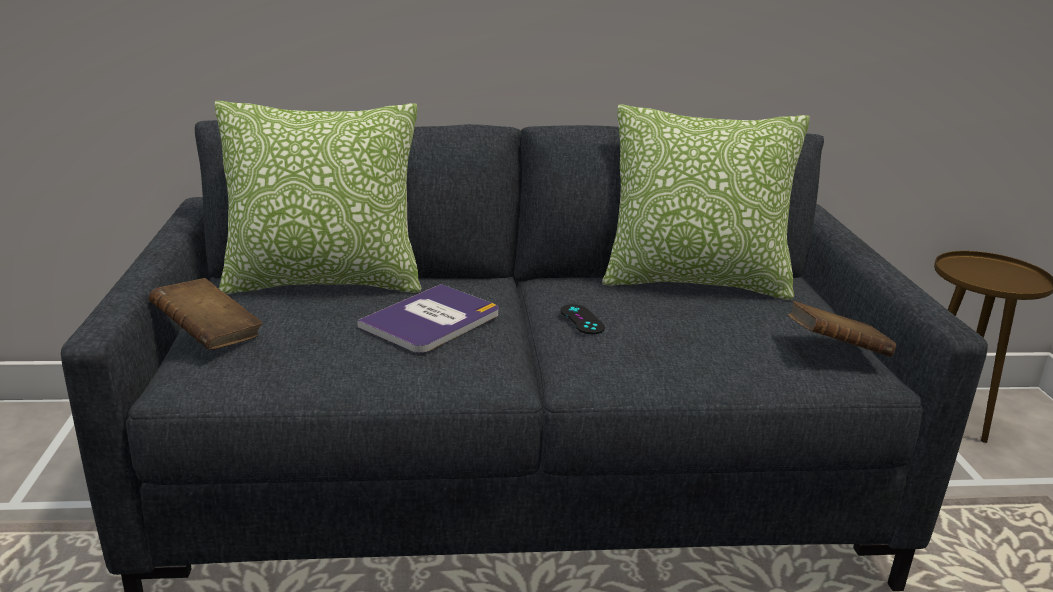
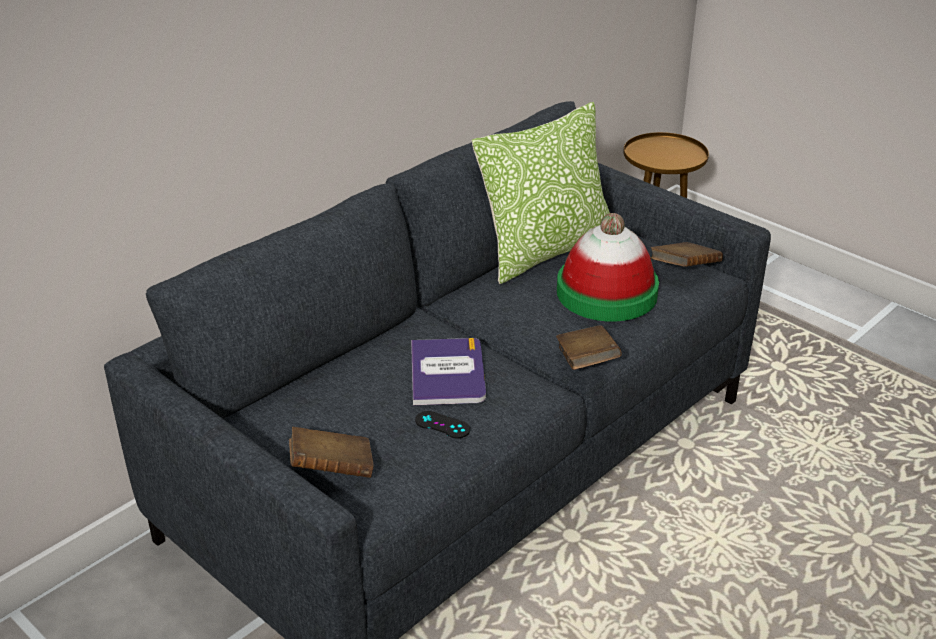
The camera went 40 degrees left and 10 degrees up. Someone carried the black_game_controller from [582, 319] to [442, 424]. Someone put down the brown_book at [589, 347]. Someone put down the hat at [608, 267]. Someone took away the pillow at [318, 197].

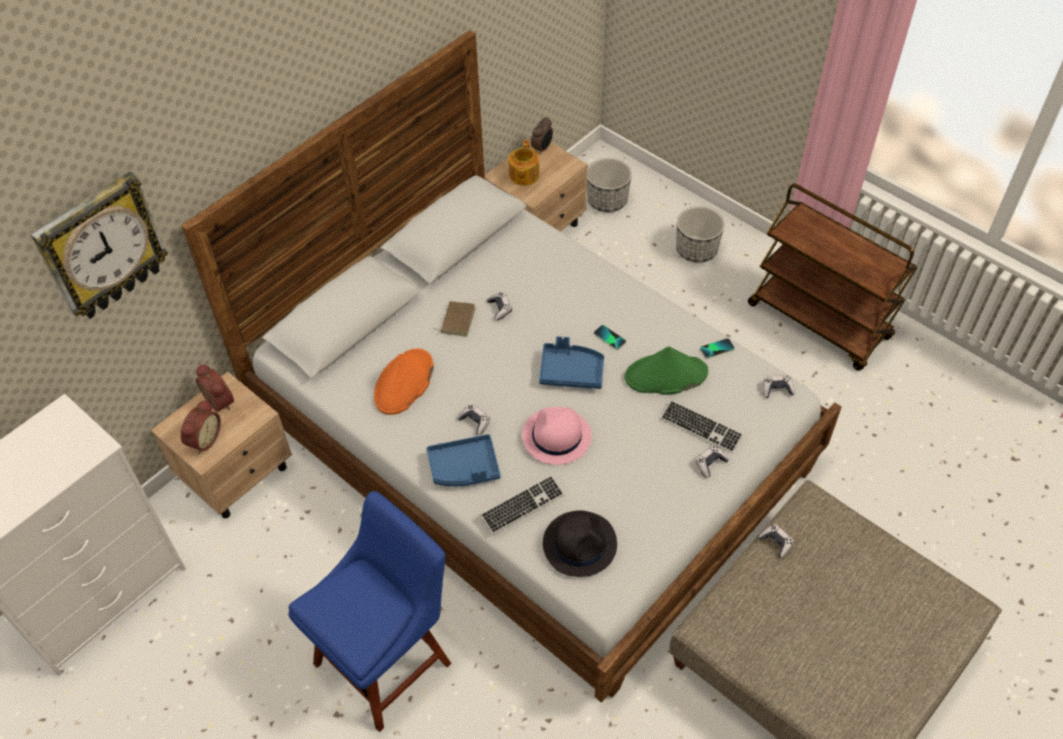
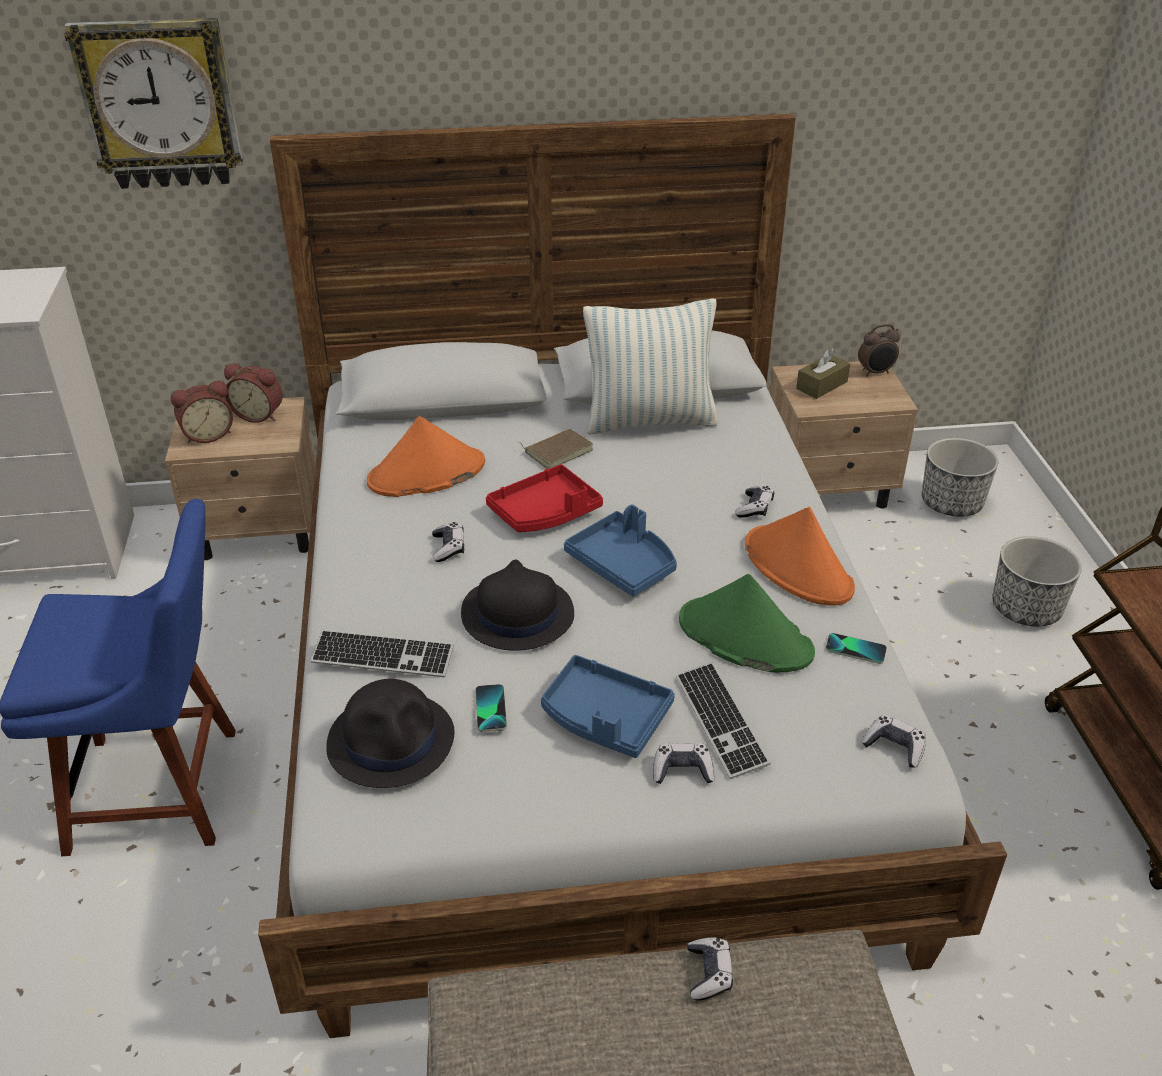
The camera went 40 degrees right and 15 degrees down. Someone rotated the alarm_clock at [215, 388] by 105 degrees clockwise. Someone repainted the pink_hat at [557, 436], which became the black_hat at [517, 605]. Someone carried the phone from [610, 337] to [491, 708]. Someone put down the red_tray at [544, 498]. Someone carried the blue_tray from [463, 460] to [608, 706]. Someone put down the pillow at [651, 366]. Someone carried the game_controller from [499, 306] to [754, 502]. Someone put down the orange_hat at [800, 556]. Someone swapped the teapot at [524, 163] for the brown_tissue_box at [823, 373].

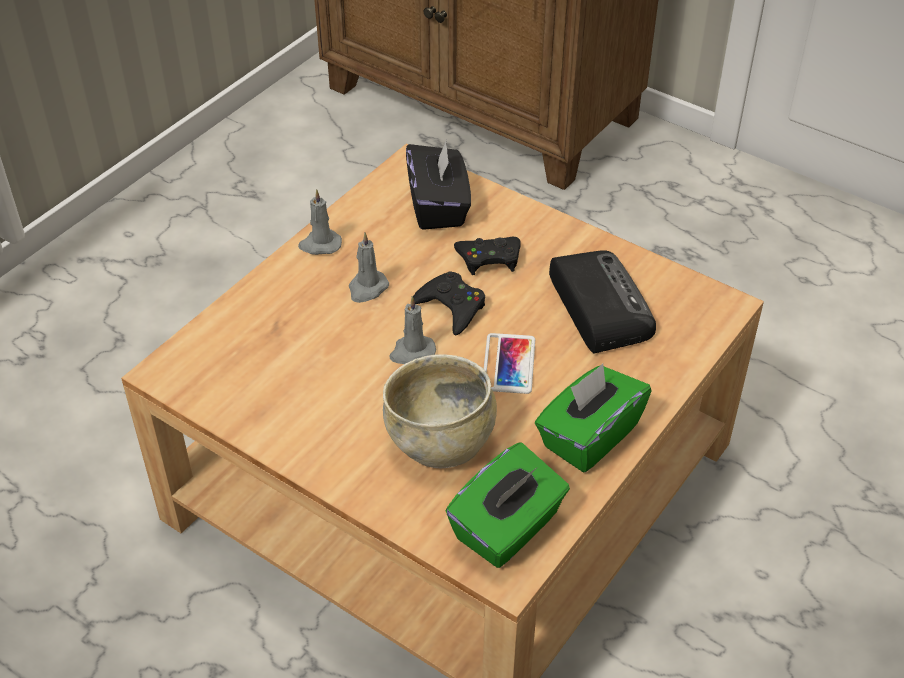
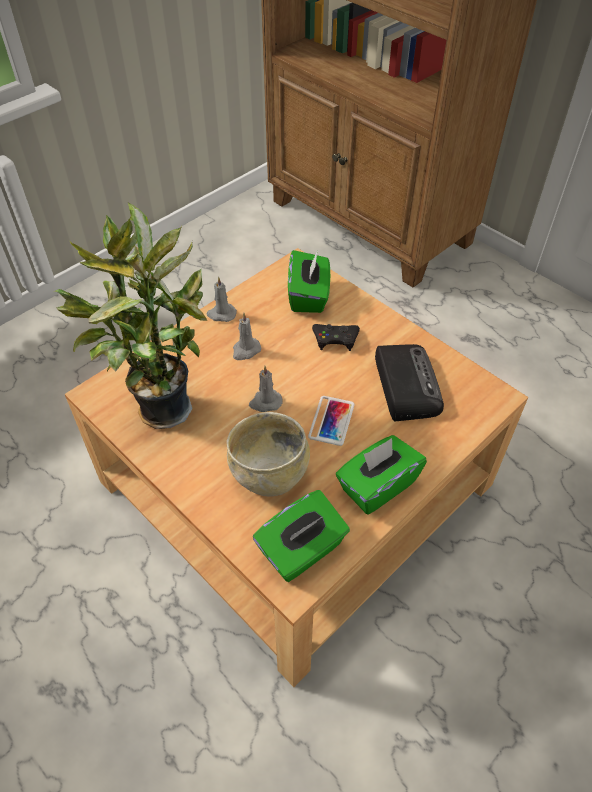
The camera went 10 degrees right and 5 degrees up. Someone put down the potted_plant at [130, 315]. Someone repainted the black_tissue_box at [438, 184], which became the green_tissue_box at [309, 281]. Someone took away the black_game_controller at [449, 303].

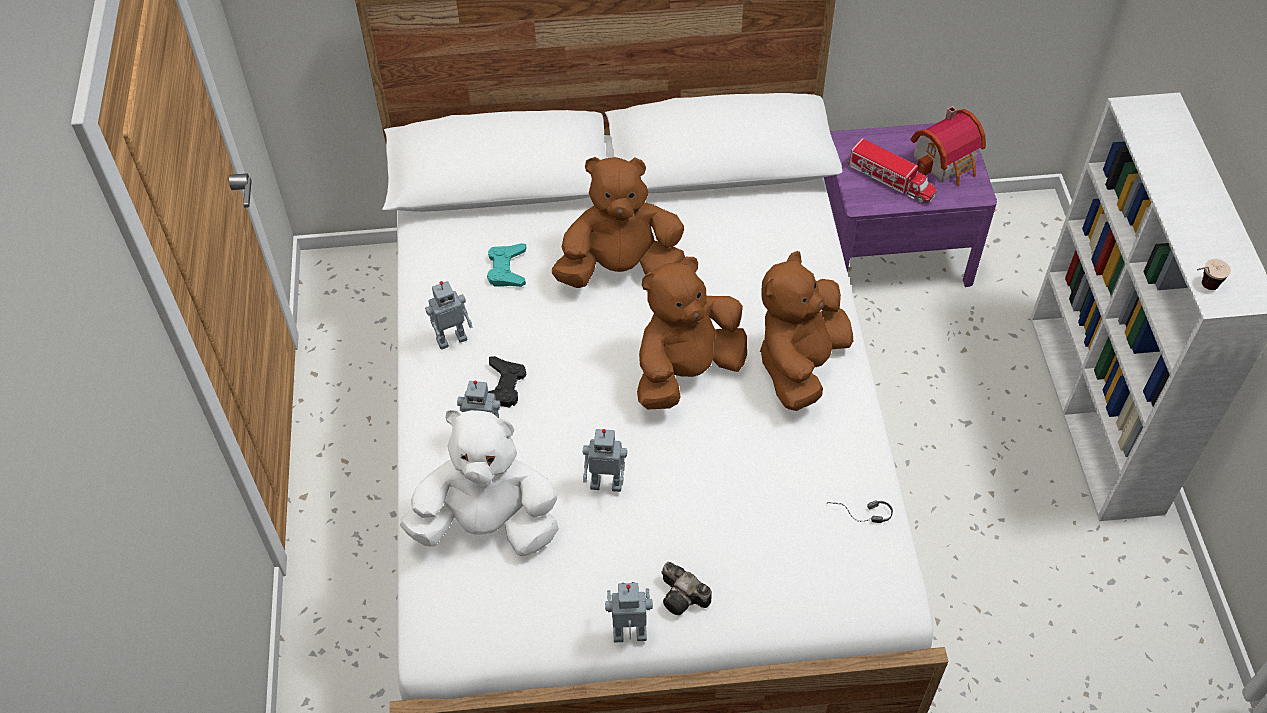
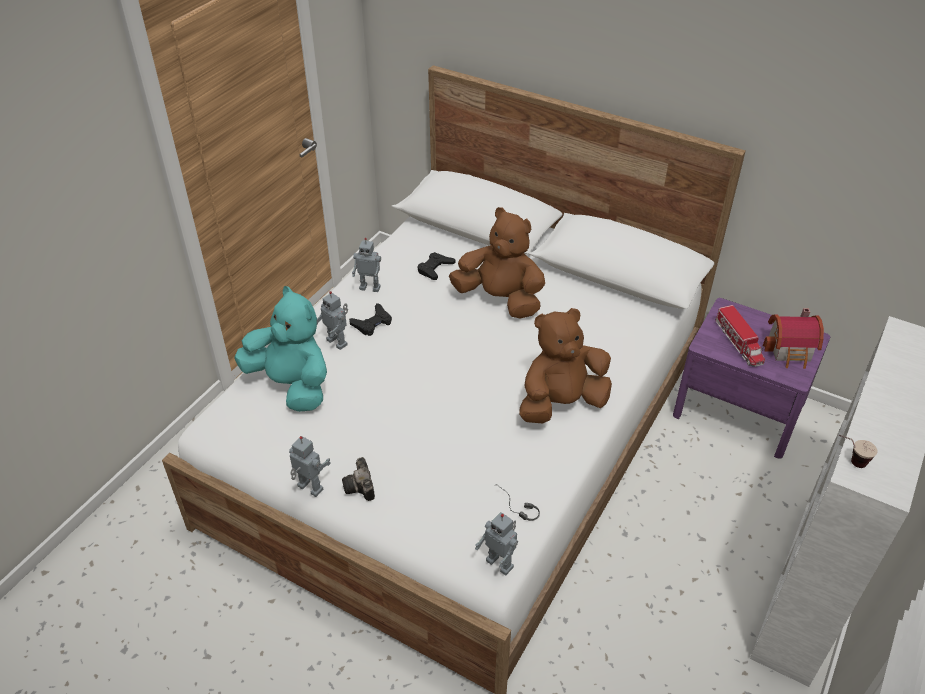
The camera went 35 degrees right and 10 degrees down. Someone repainted the white_plush_toy at [479, 482], which became the turquoise_plush_toy at [280, 349]. Someone repainted the turquoise_game_controller at [506, 265], which became the black_game_controller at [436, 266]. Someone carried the toy_robot from [605, 460] to [496, 543]. Someone took away the brown_plush_toy at [692, 333].

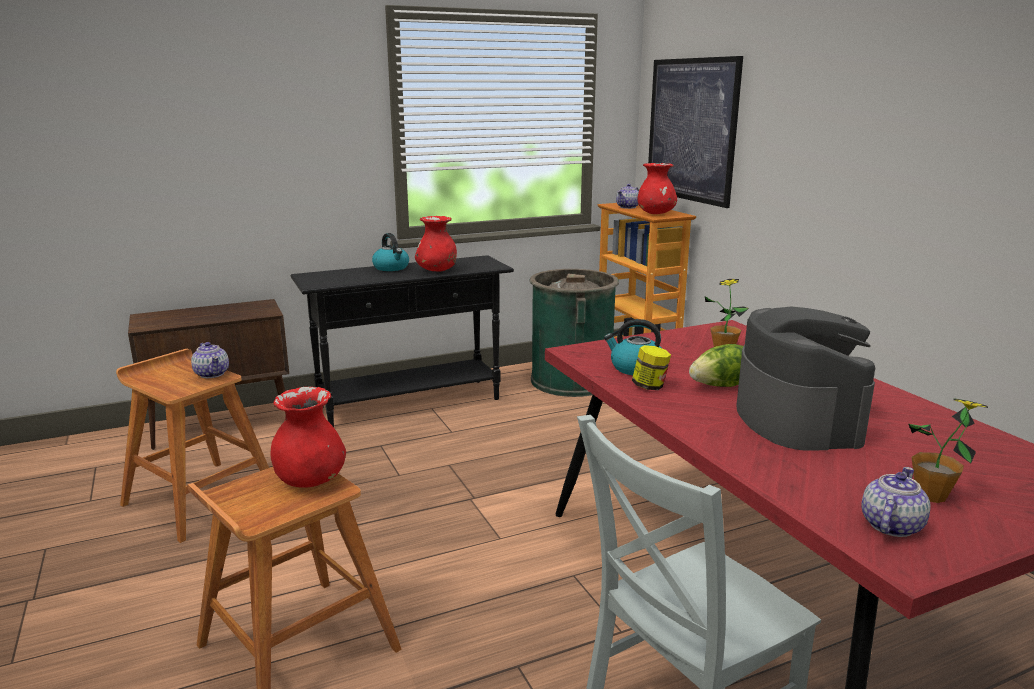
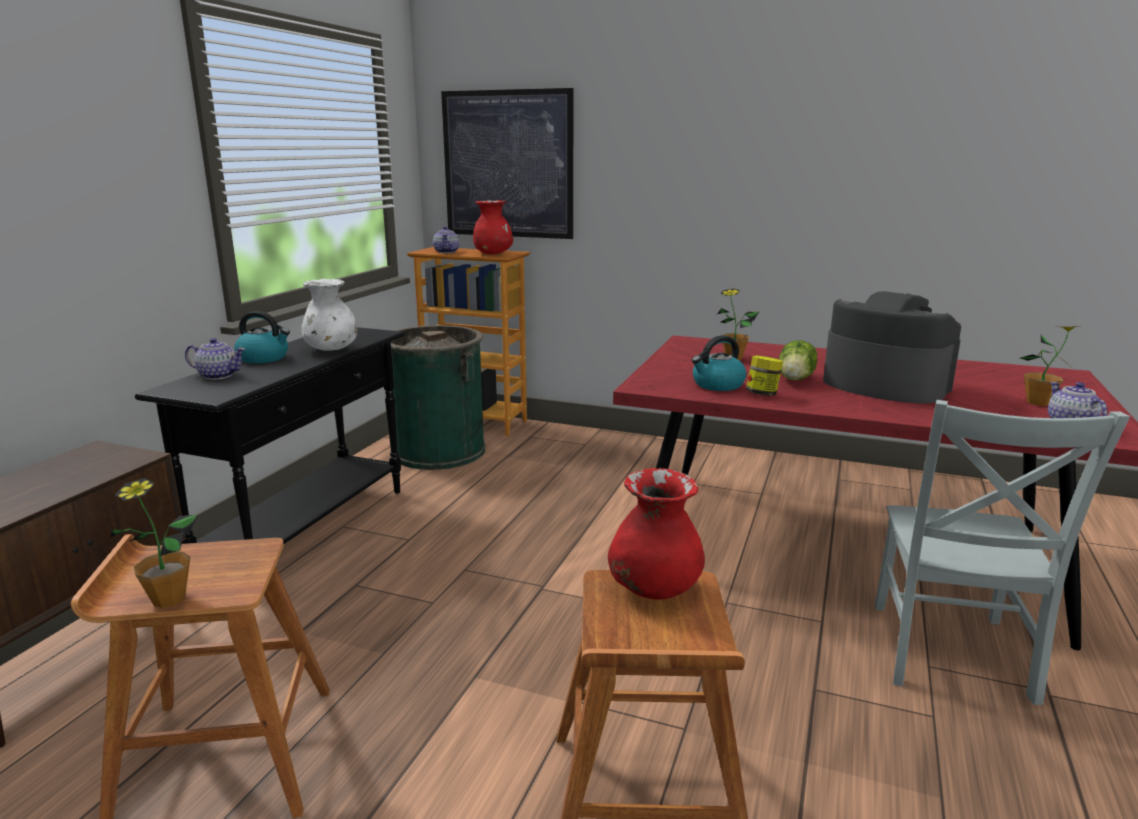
The camera went 45 degrees left and 0 degrees up. Someone put down the potted_plant at [154, 543]. Someone carried the teapot from [210, 360] to [215, 359]. Someone repainted the red_vase at [436, 244], which became the white_vase at [329, 315].

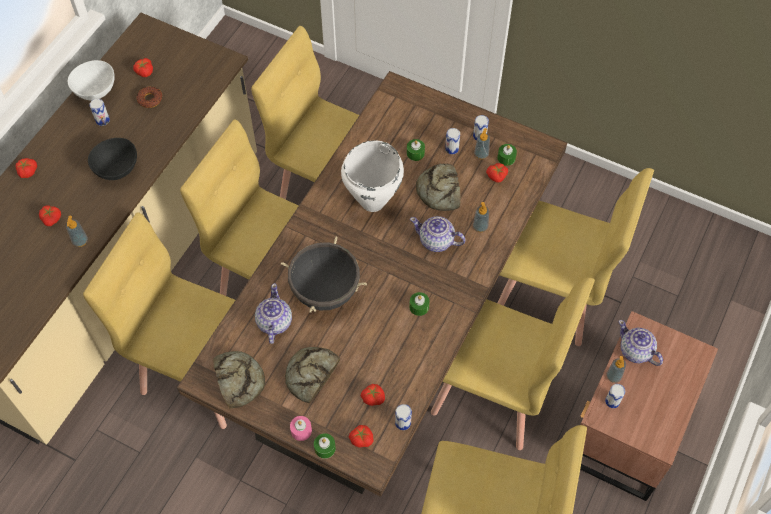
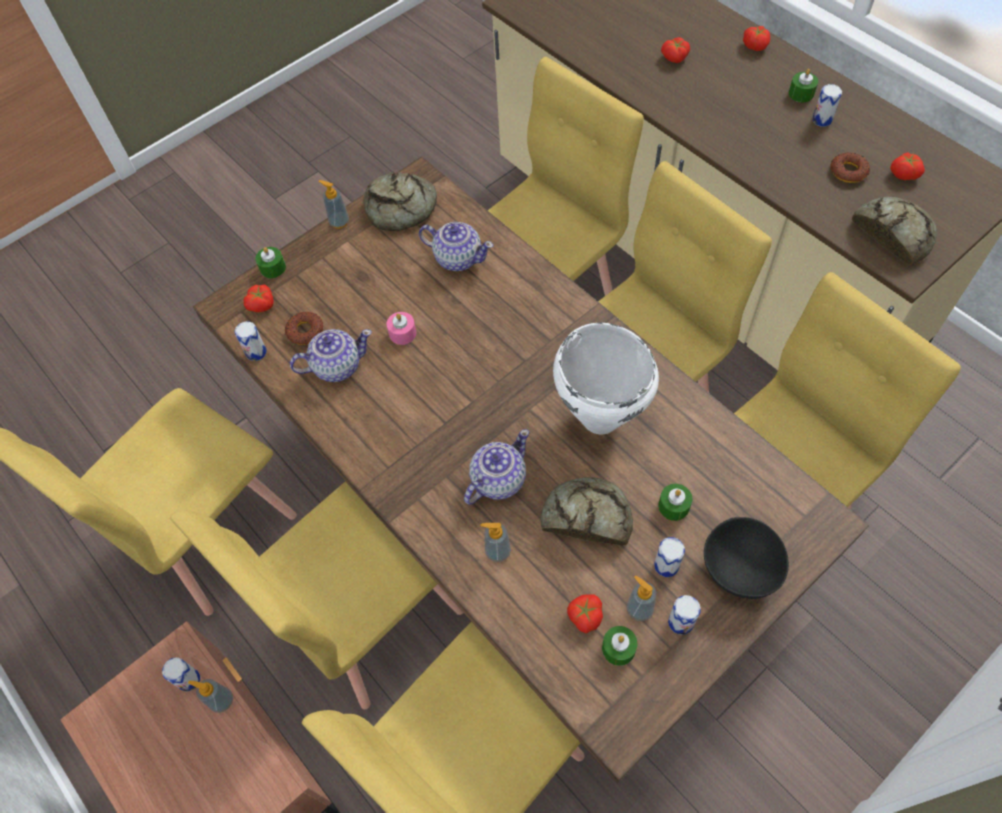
The camera went 115 degrees right and 0 degrees up. Someone swapped the tomato at [372, 395] for the donut at [304, 328]. Someone carried the teapot from [641, 343] to [331, 355]. Someone carried the soap_dispenser from [77, 231] to [333, 204]. Someone carried the pink_candle from [301, 428] to [401, 328]. Someone carried the black_bowl from [112, 159] to [746, 558]. Someone carried the green_candle from [419, 304] to [803, 85]. Someone carried the bread from [312, 375] to [894, 231]. Someone took away the white_bowl at [91, 80]. Someone took away the black_cooking_pot at [324, 274].

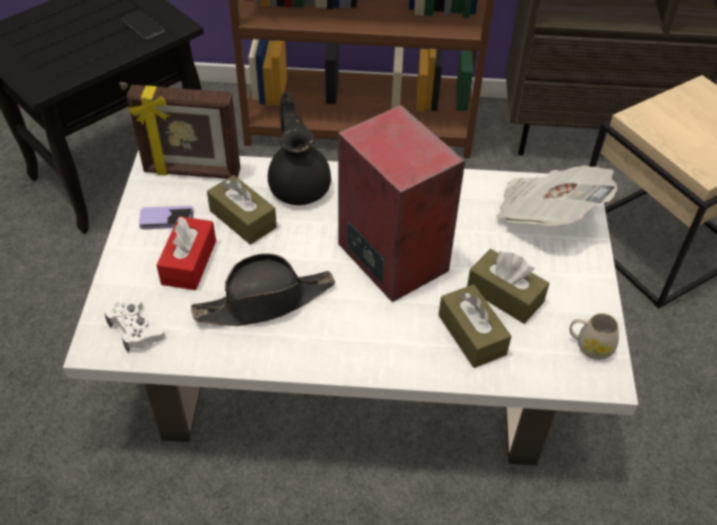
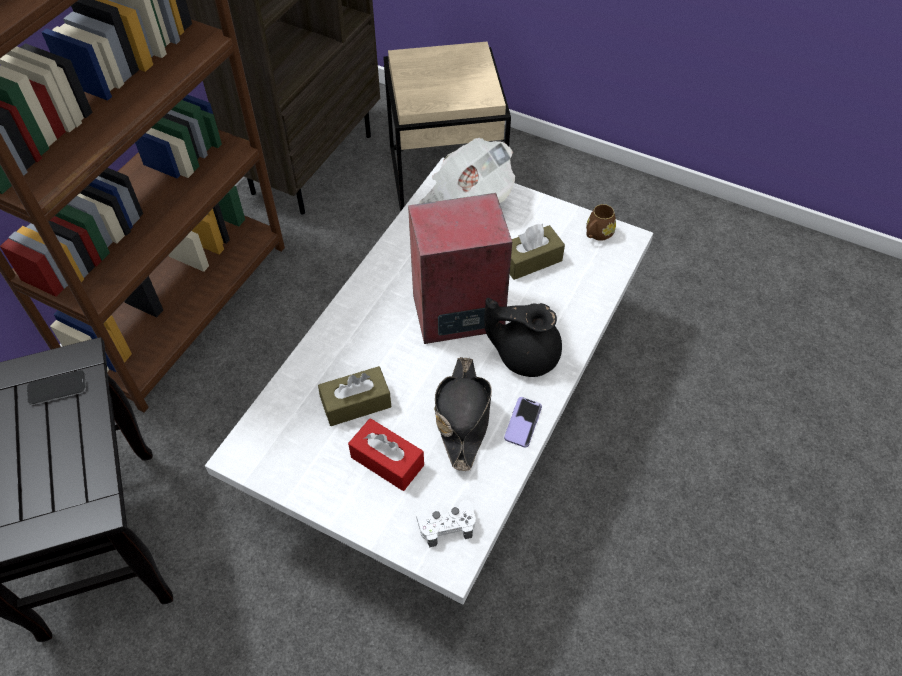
The camera went 65 degrees left and 5 degrees up. Someone carried the black_teapot from [299, 148] to [523, 337]. Someone carried the phone from [166, 217] to [523, 422]. Someone repainted the white_mug at [594, 336], which became the brown_mug at [601, 222]. Someone took away the picture_frame at [183, 132]. Someone took away the brown_tissue_box at [474, 326].

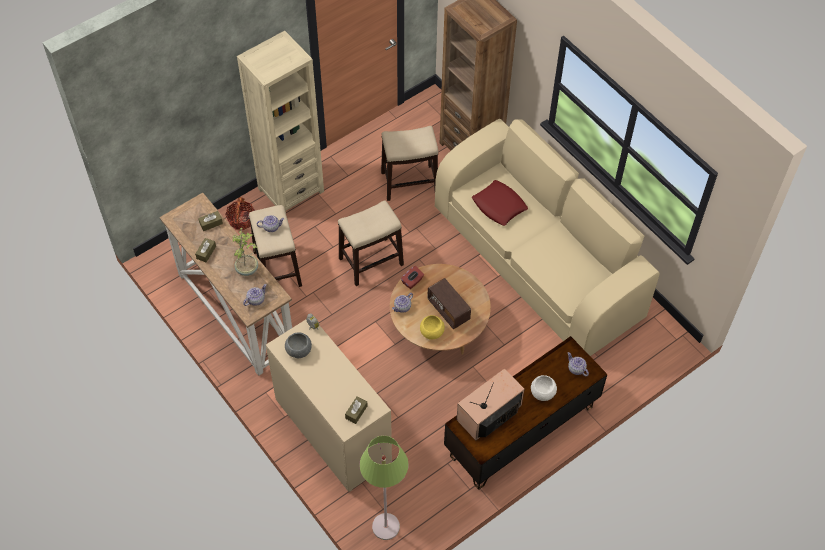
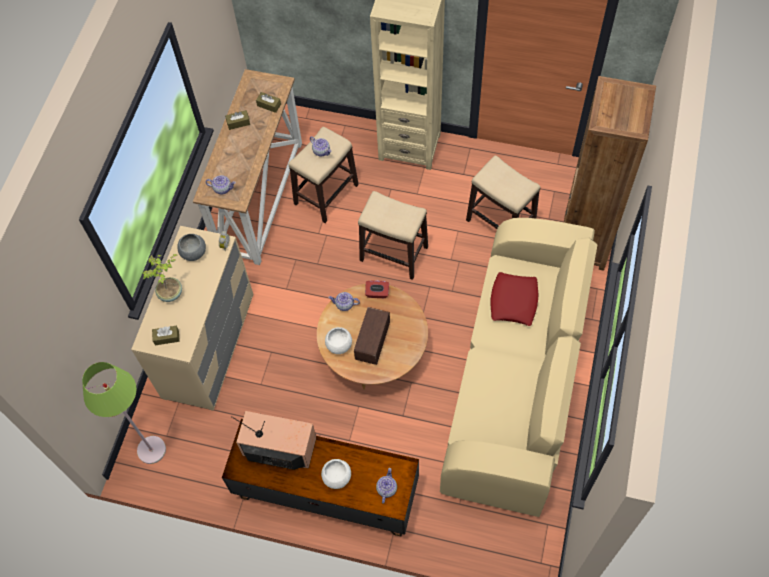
The camera went 55 degrees right and 5 degrees up. Someone carried the potted_plant from [245, 252] to [162, 278]. Someone repainted the yellow_bowl at [432, 327], which became the white_bowl at [338, 340]. Someone took away the basket at [240, 213].

